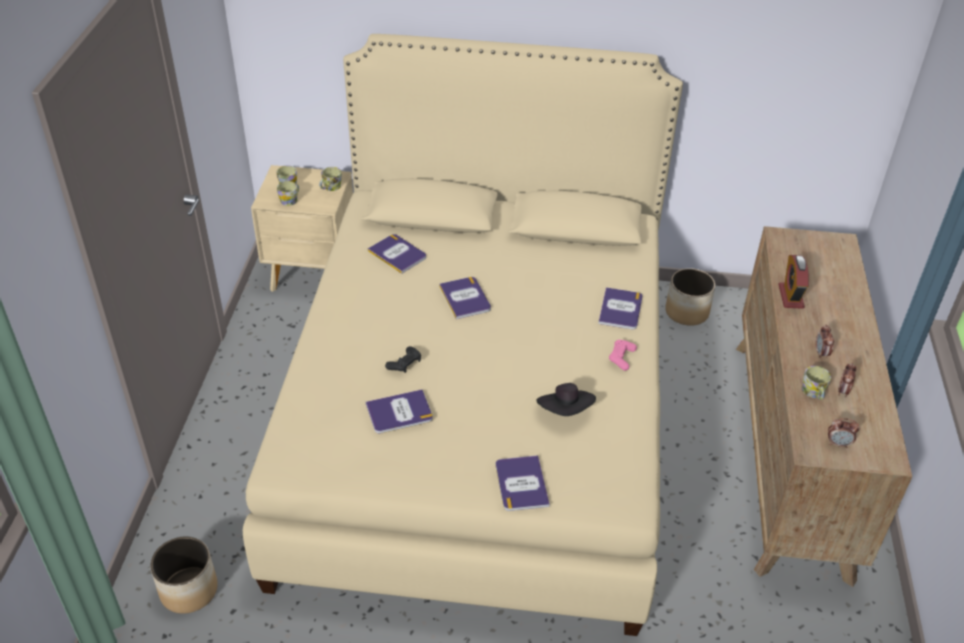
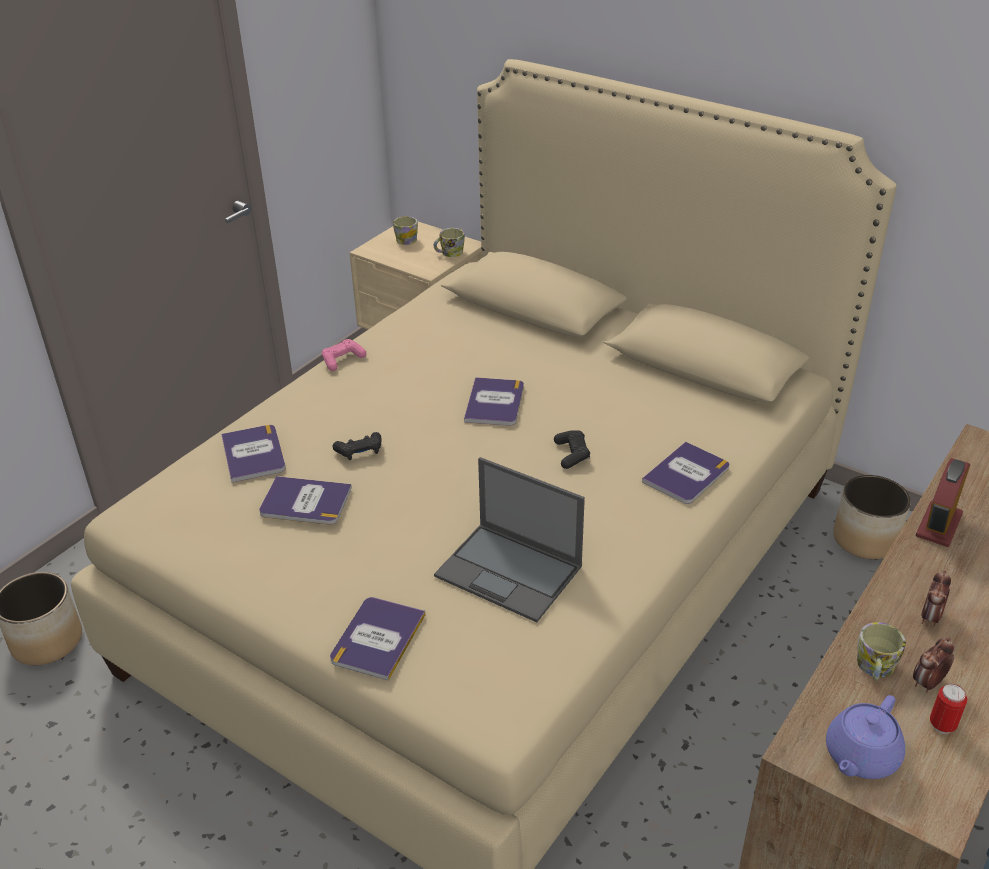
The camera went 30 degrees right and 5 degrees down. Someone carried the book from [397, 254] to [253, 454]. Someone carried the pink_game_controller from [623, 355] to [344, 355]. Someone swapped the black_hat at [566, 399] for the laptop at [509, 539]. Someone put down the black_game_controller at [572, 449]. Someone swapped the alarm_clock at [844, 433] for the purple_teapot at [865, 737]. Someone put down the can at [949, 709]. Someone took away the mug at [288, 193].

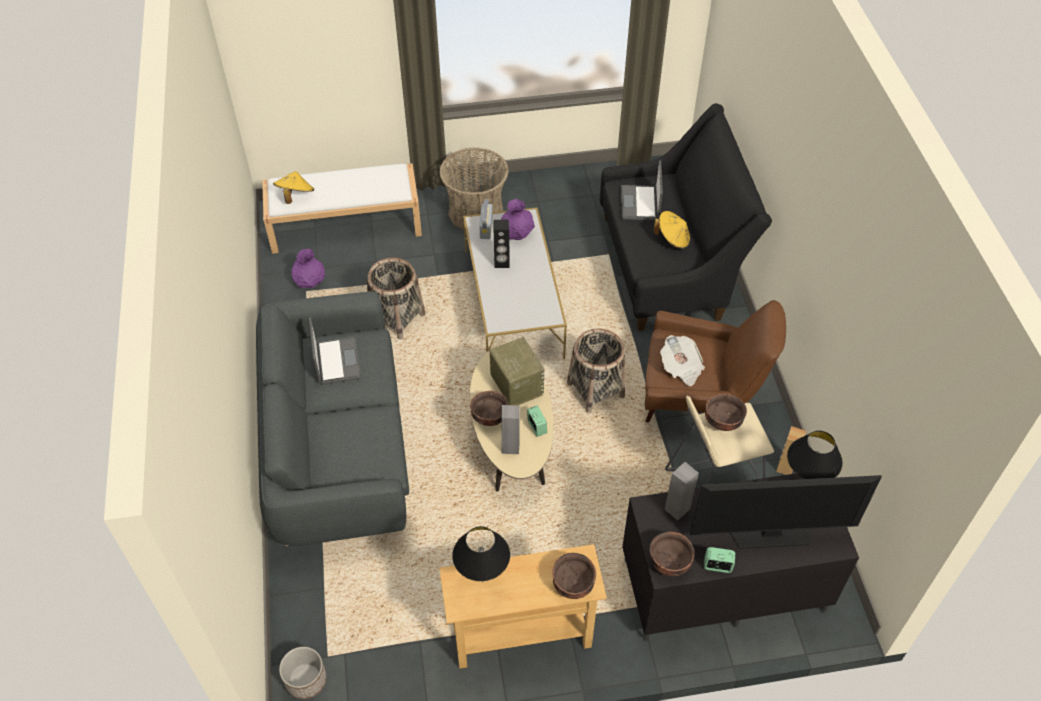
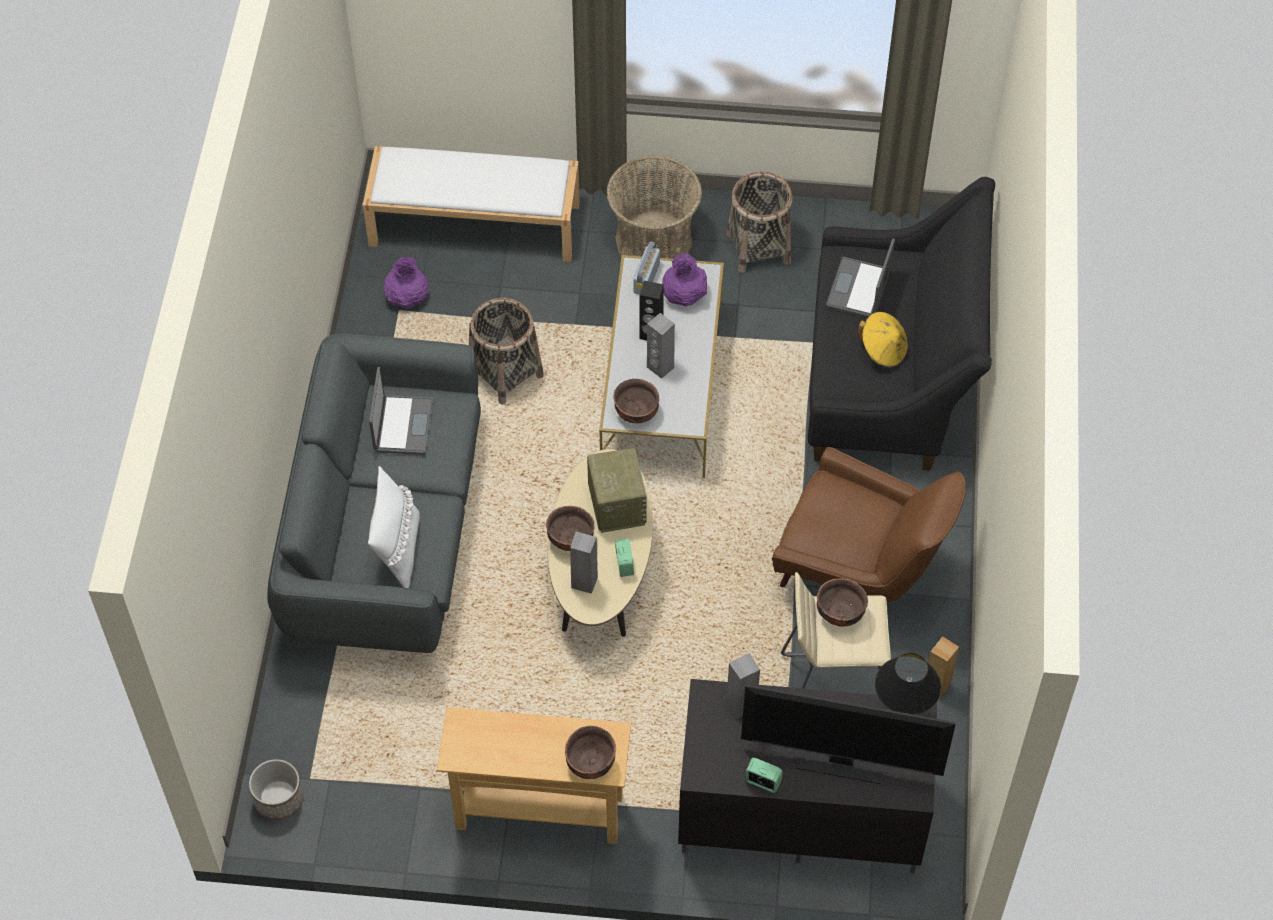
The camera went 15 degrees right and 5 degrees up. Someone put down the white_pillow at [394, 527]. Someone carried the brown_bowl from [671, 554] to [636, 401]. Someone put down the grey_speaker at [661, 346]. Someone carried the basket from [596, 370] to [760, 222]. Someone took away the yellow_hat at [293, 187]. Someone took away the black_table_lamp at [481, 553]. Someone took away the newspaper at [682, 360].

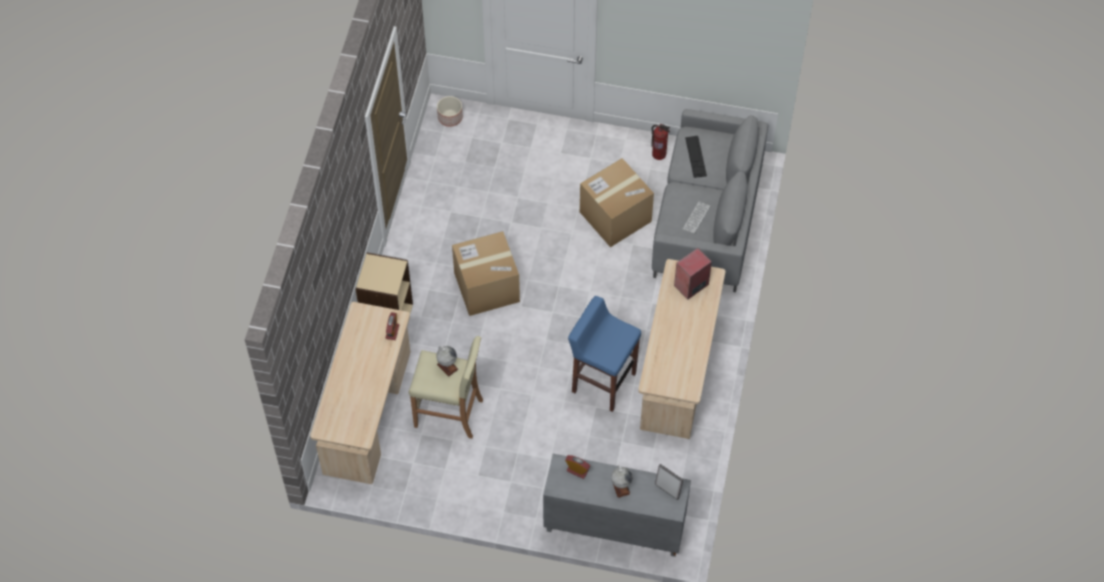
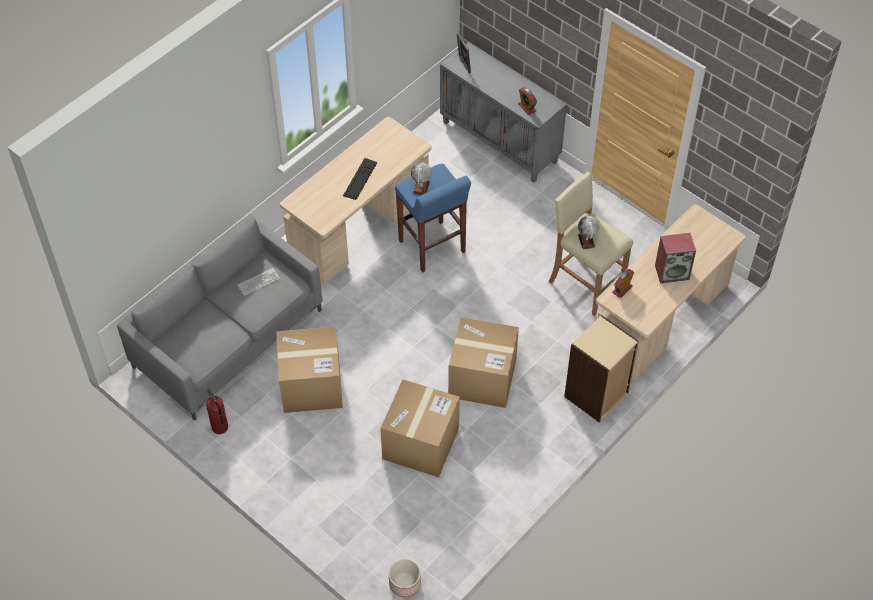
The camera went 150 degrees left and 5 degrees down. Someone carried the keyboard from [696, 157] to [360, 179]. Someone put down the cardboard_box at [420, 428]. Someone carried the globe from [621, 481] to [421, 178]. Someone carried the speaker from [693, 273] to [675, 258].

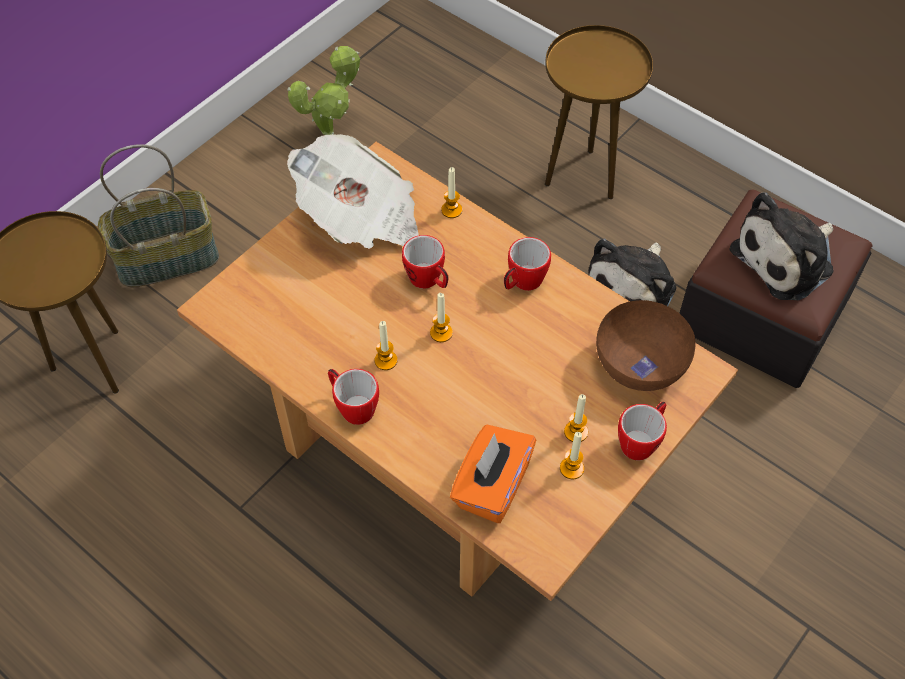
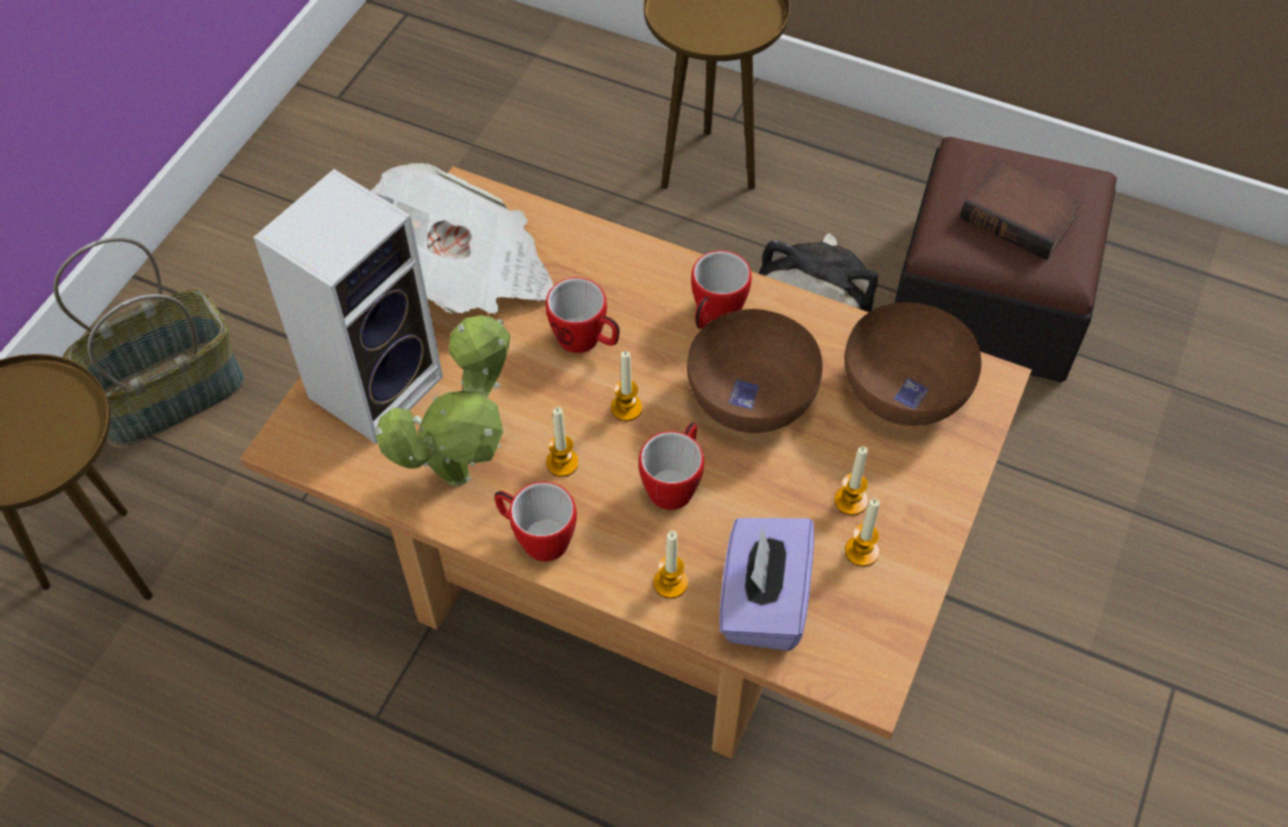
The camera went 15 degrees left and 0 degrees up. Someone put down the speaker at [348, 306]. Someone carried the potted_plant from [323, 90] to [442, 400]. Someone carried the mug from [642, 431] to [671, 466]. Someone carried the candle from [451, 192] to [670, 565]. Someone put down the brown_bowl at [755, 371]. Someone repainted the orange_tissue_box at [493, 474], which became the purple_tissue_box at [767, 584]. Someone swapped the plush_toy at [781, 246] for the book at [1022, 210].

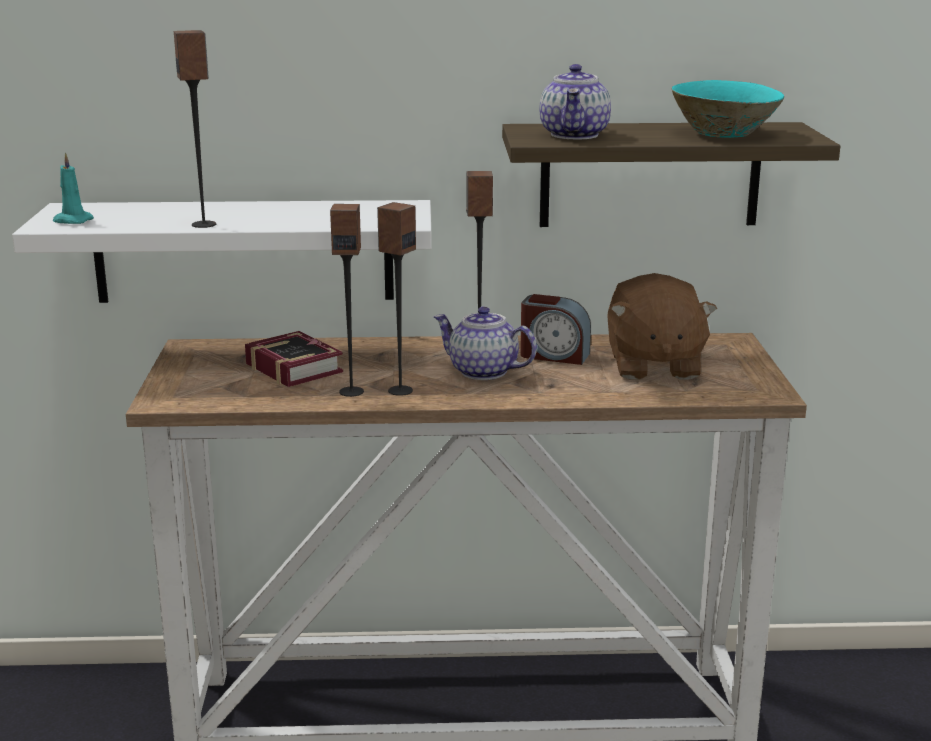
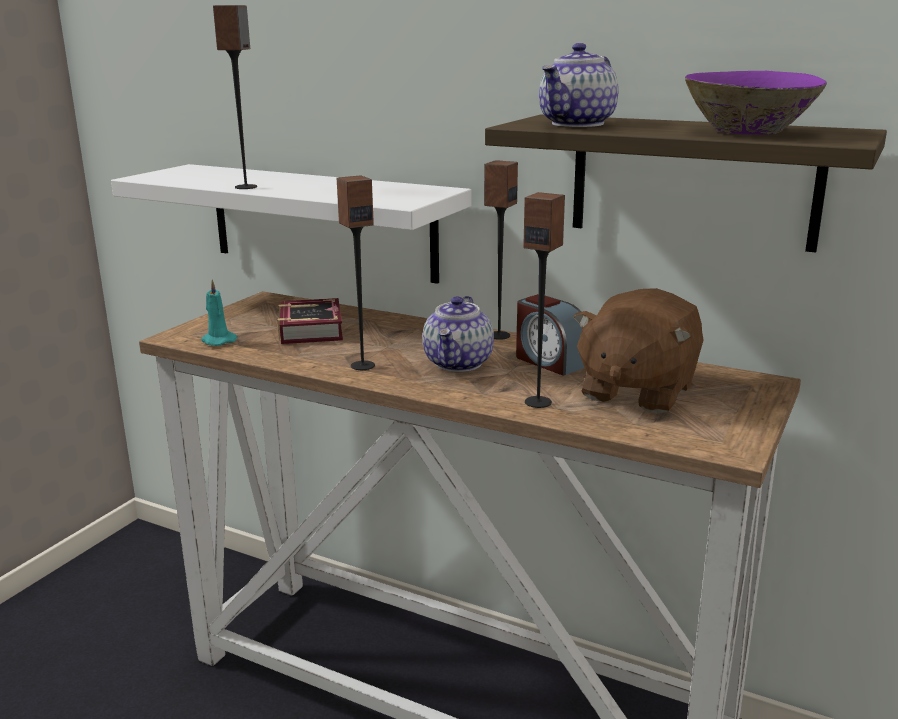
The camera went 30 degrees right and 0 degrees up. Someone carried the turquoise_candle from [73, 188] to [219, 313]. Someone rotated the teapot at [485, 343] by 135 degrees counterclockwise. Someone carried the speaker from [347, 300] to [544, 300]. Someone repainted the turquoise_bowl at [728, 109], which became the purple_bowl at [756, 103].

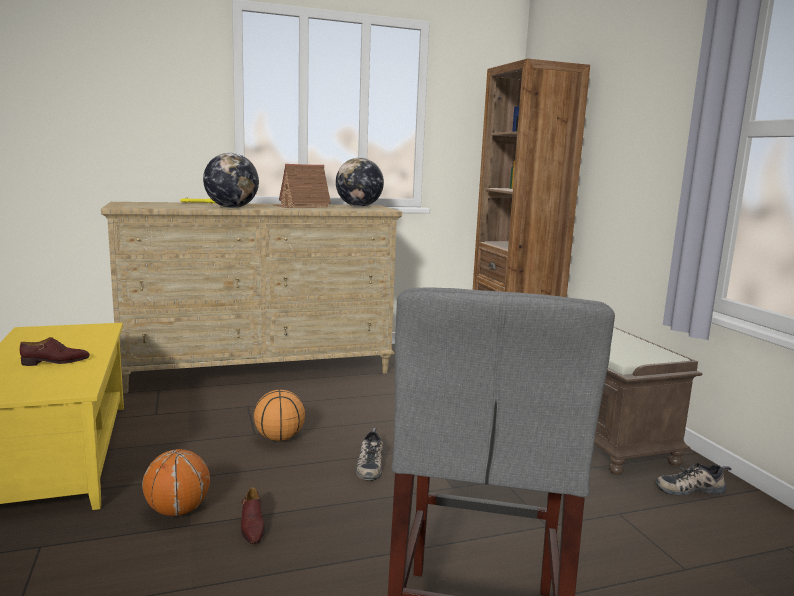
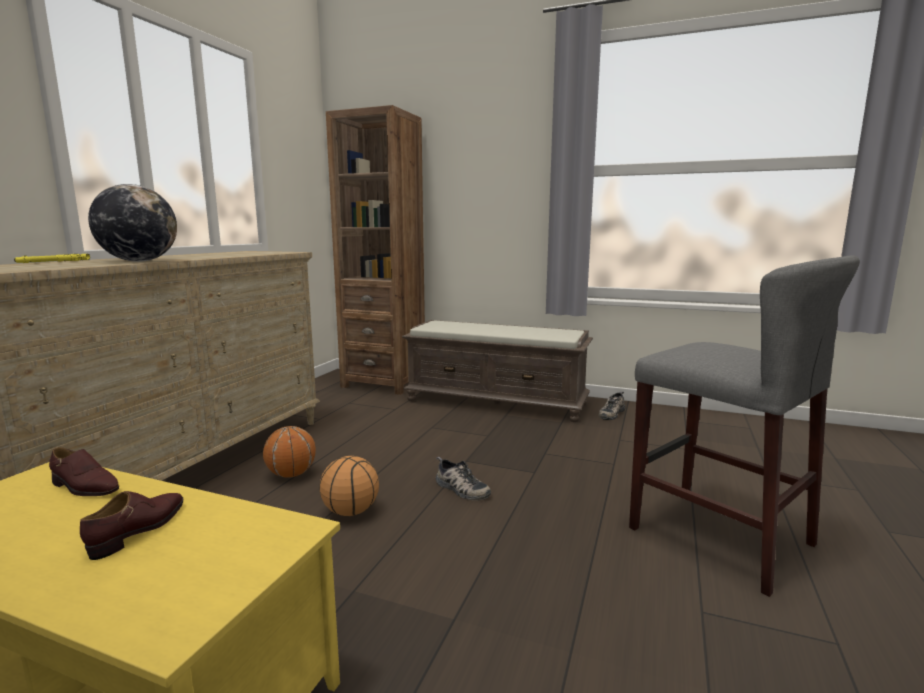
The camera went 50 degrees left and 0 degrees up. Someone carried the brown_shoe from [253, 515] to [84, 471]. Someone carried the basketball from [176, 482] to [289, 452]. Someone took away the toy_house at [302, 186]. Someone took away the globe at [360, 182].

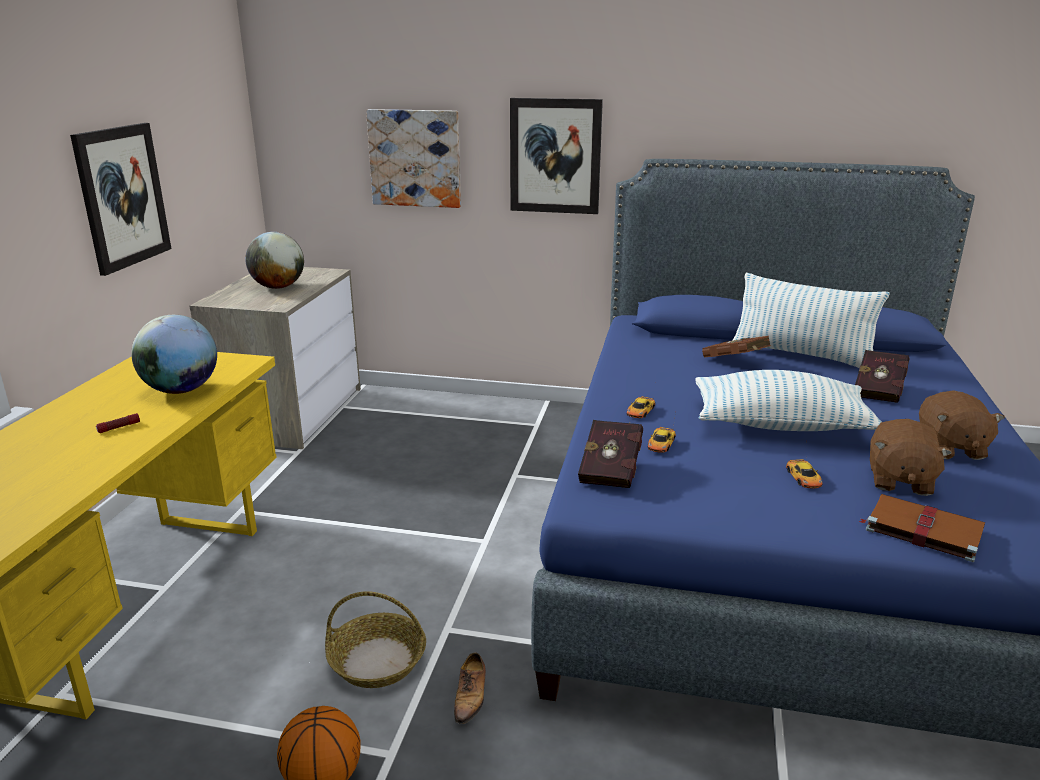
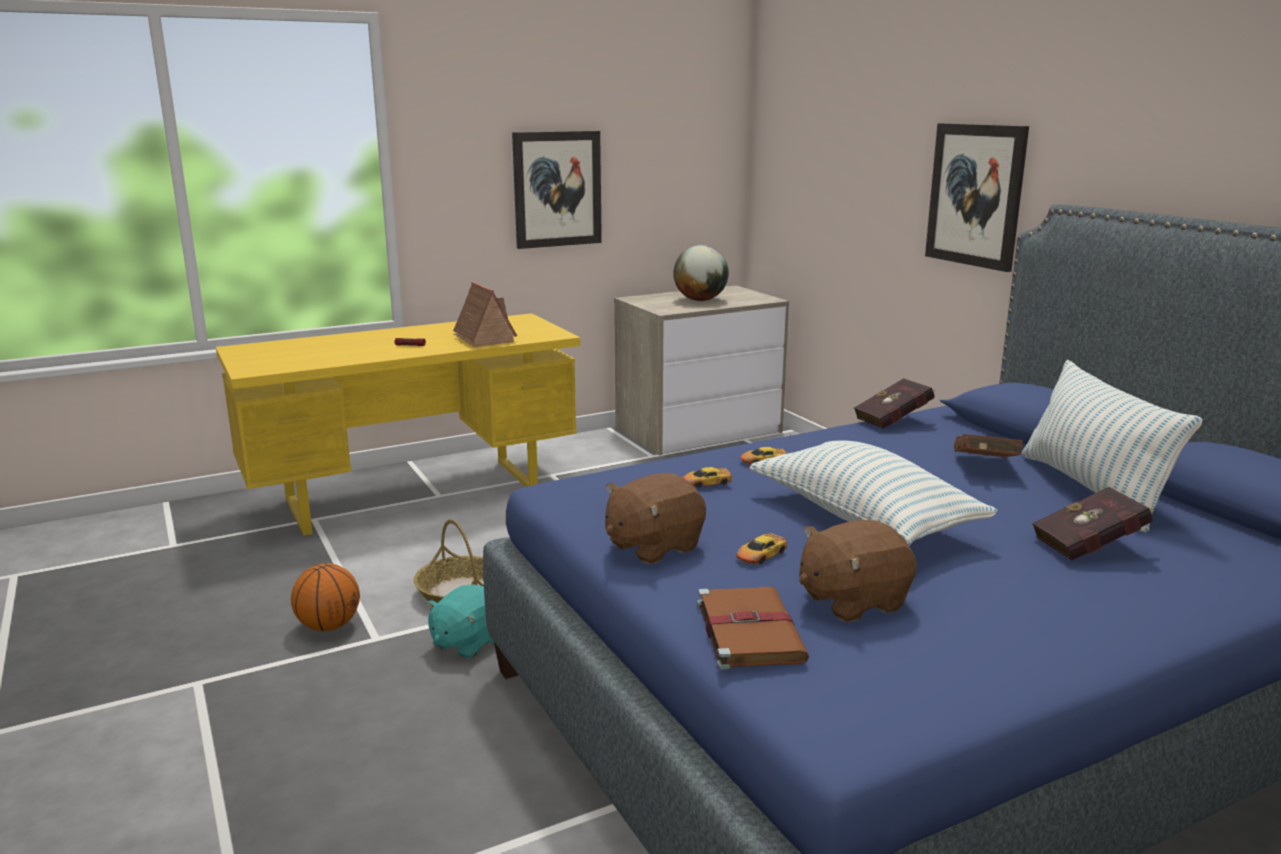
The camera went 50 degrees right and 5 degrees down. Someone swapped the shoe at [470, 688] for the turquoise_plush_toy at [460, 622]. Someone swapped the globe at [174, 354] for the toy_house at [485, 314]. Someone carried the brown_plush_toy from [962, 425] to [655, 518]. Someone carried the red_book from [610, 454] to [894, 403]. Someone took away the picture at [413, 158].

